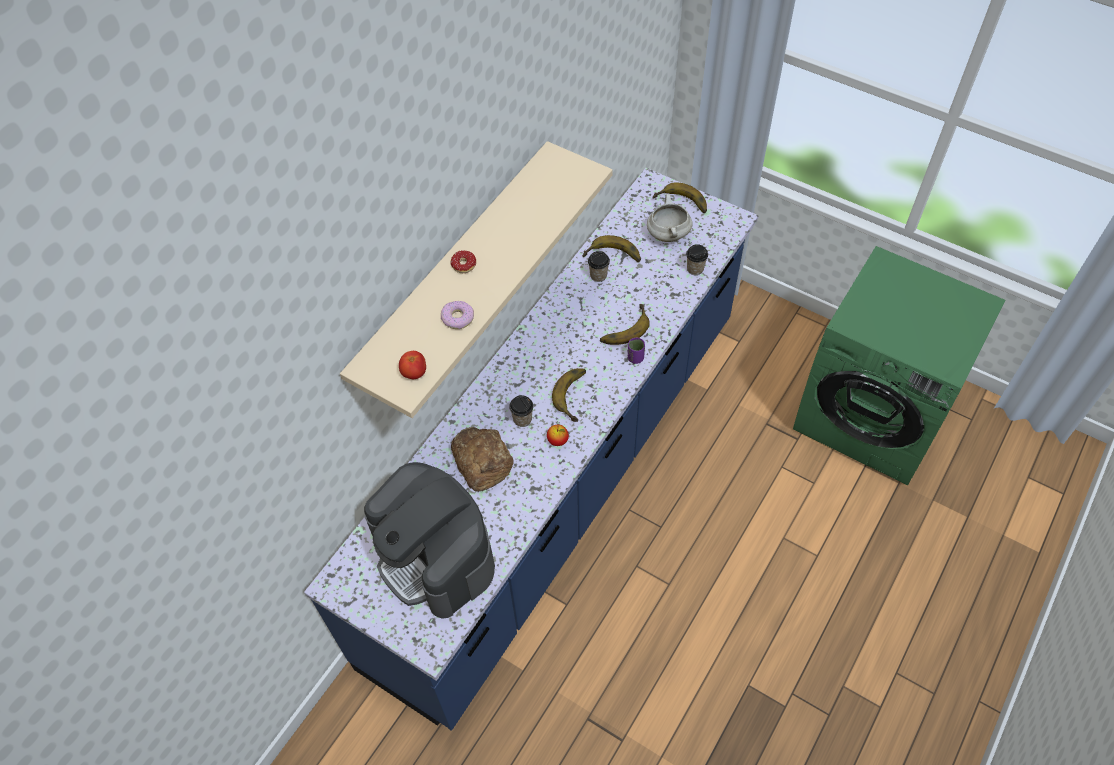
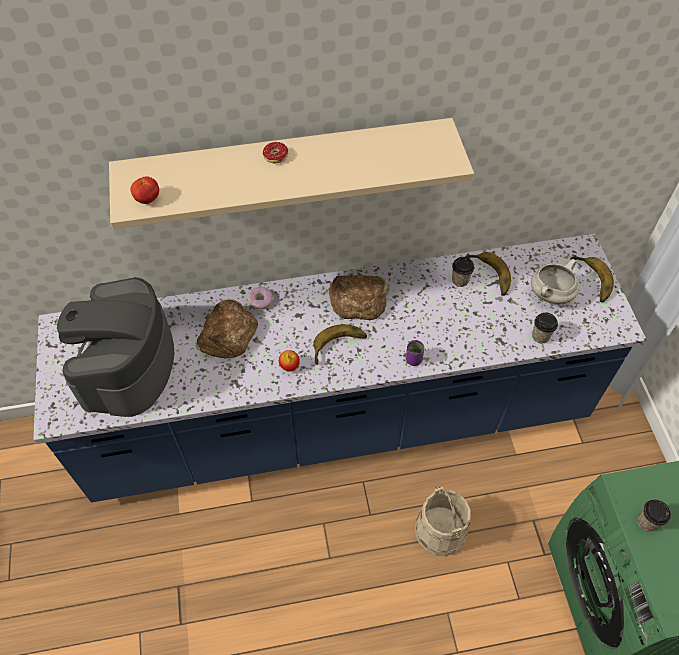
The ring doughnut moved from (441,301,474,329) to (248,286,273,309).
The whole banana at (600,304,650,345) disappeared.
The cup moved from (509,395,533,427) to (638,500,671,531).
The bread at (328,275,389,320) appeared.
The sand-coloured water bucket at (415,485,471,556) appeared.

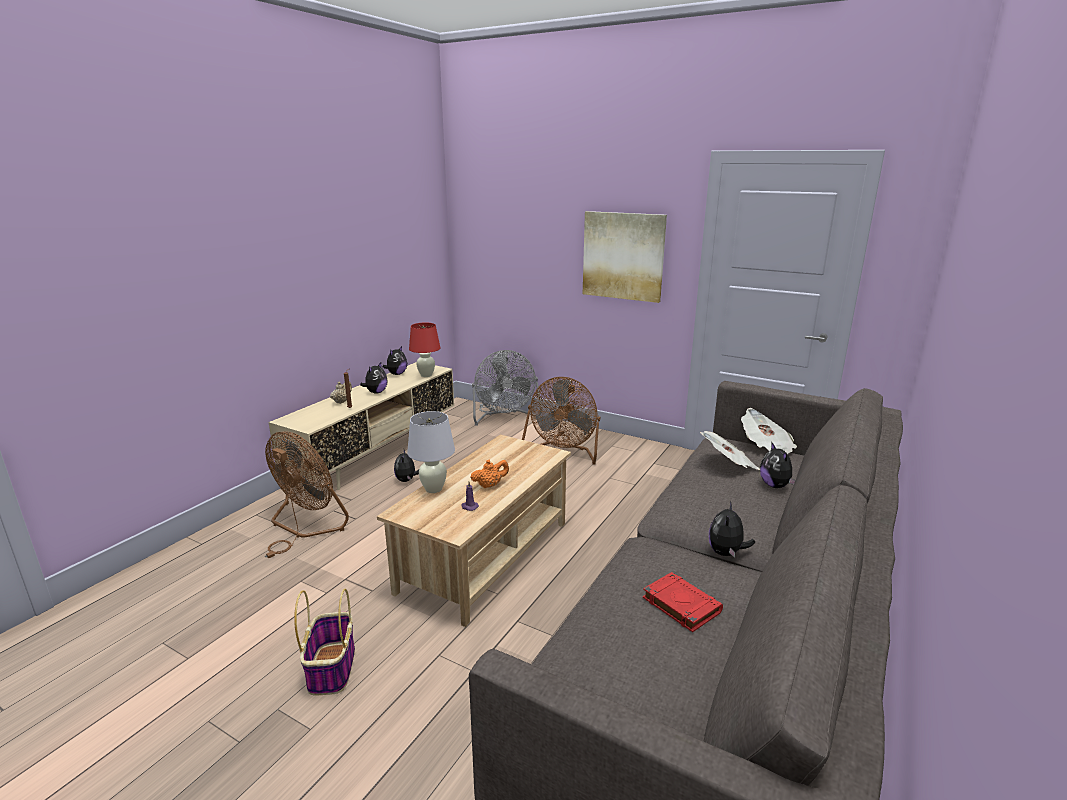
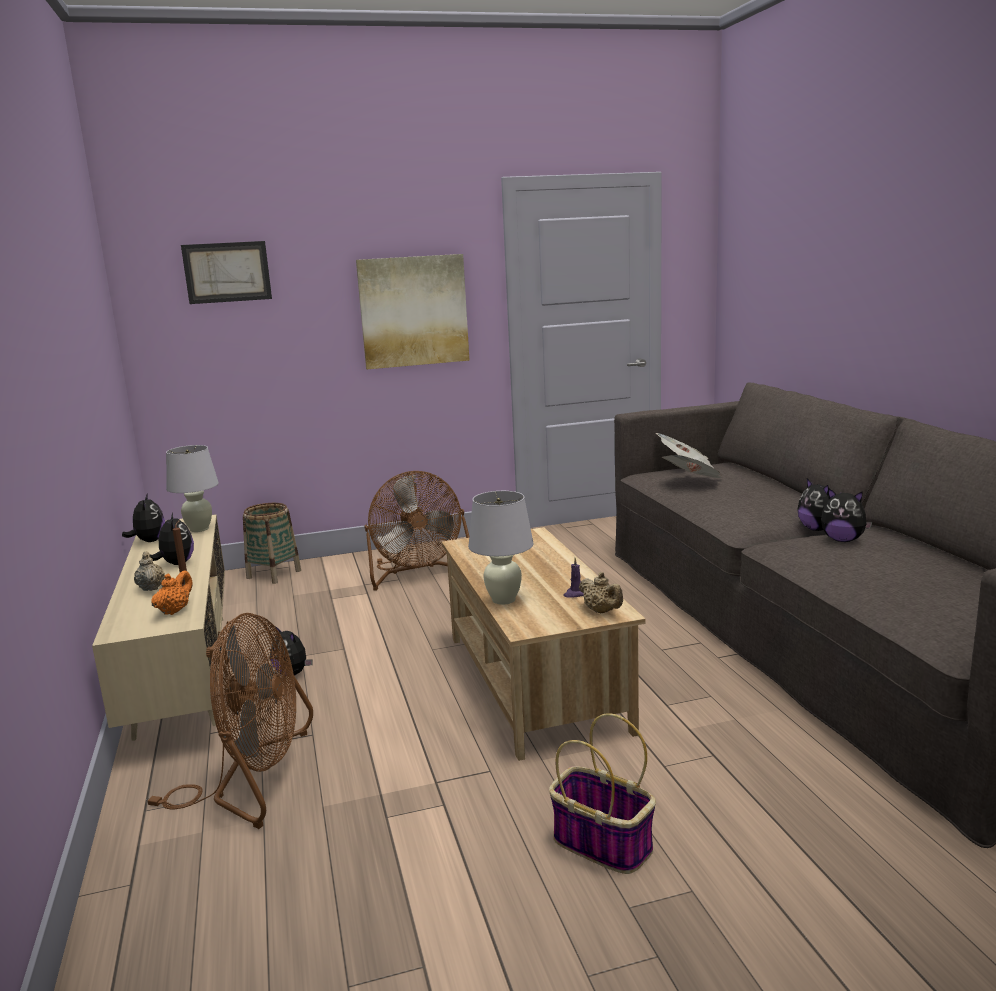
The red table lamp at (409,323,441,377) became the white table lamp at (166,445,219,532).
The grey fan at (472,350,542,426) was replaced by the storage basket at (243,503,301,584).
The brownish fan at (265,431,349,558) turned 105 degrees clockwise.
The plush toy moved from (760,443,796,488) to (821,488,872,542).
The orange pot for tea moved from (471,460,509,488) to (151,570,193,615).
The red book at (643,572,723,632) disappeared.
The wall picture at (181,241,272,304) appeared.
The sand-coloured pot for tea at (579,572,623,613) appeared.

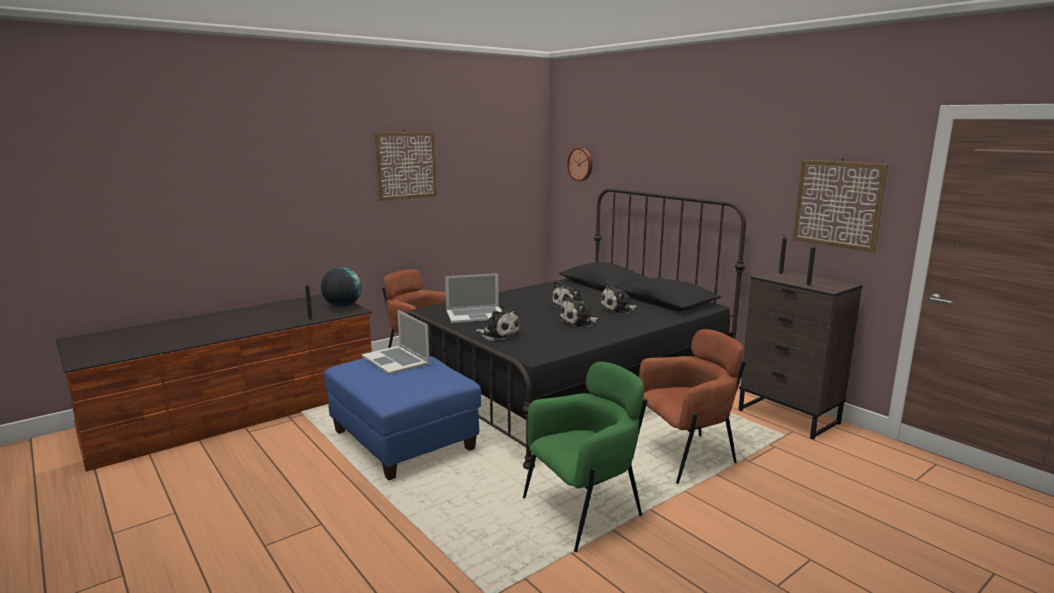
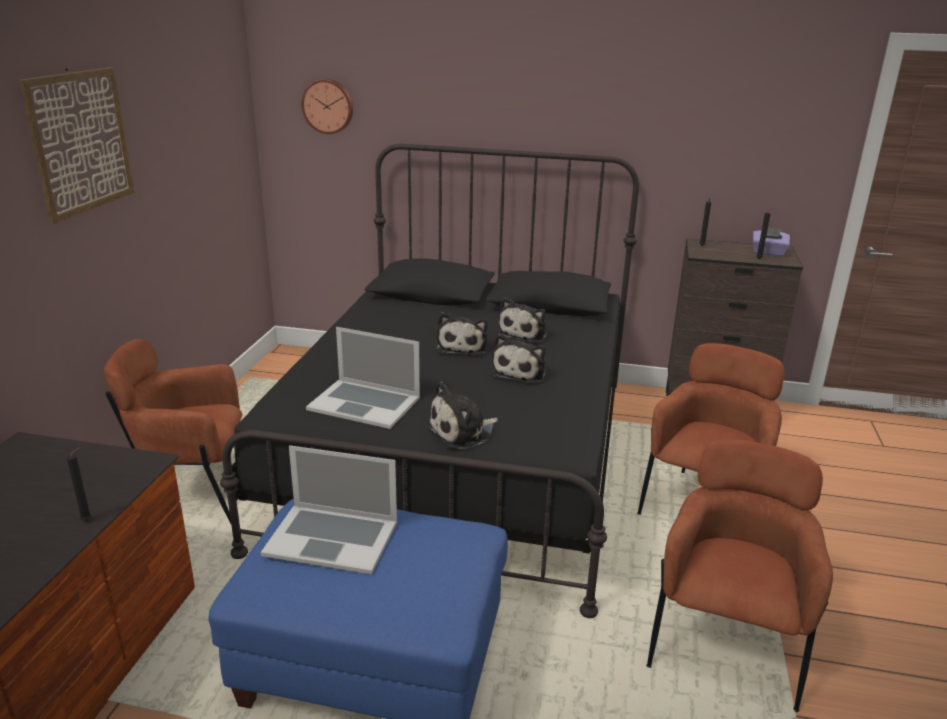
The wall picture at (793,159,888,253) disappeared.
The world globe at (321,268,362,307) disappeared.
The laptop at (445,273,502,323) turned 75 degrees clockwise.
The plush toy at (475,307,521,342) turned 150 degrees clockwise.
The green-coloured easy chair at (522,362,648,552) became the brownish easy chair at (646,439,833,712).
The purplish tissue holder at (753,228,790,257) appeared.

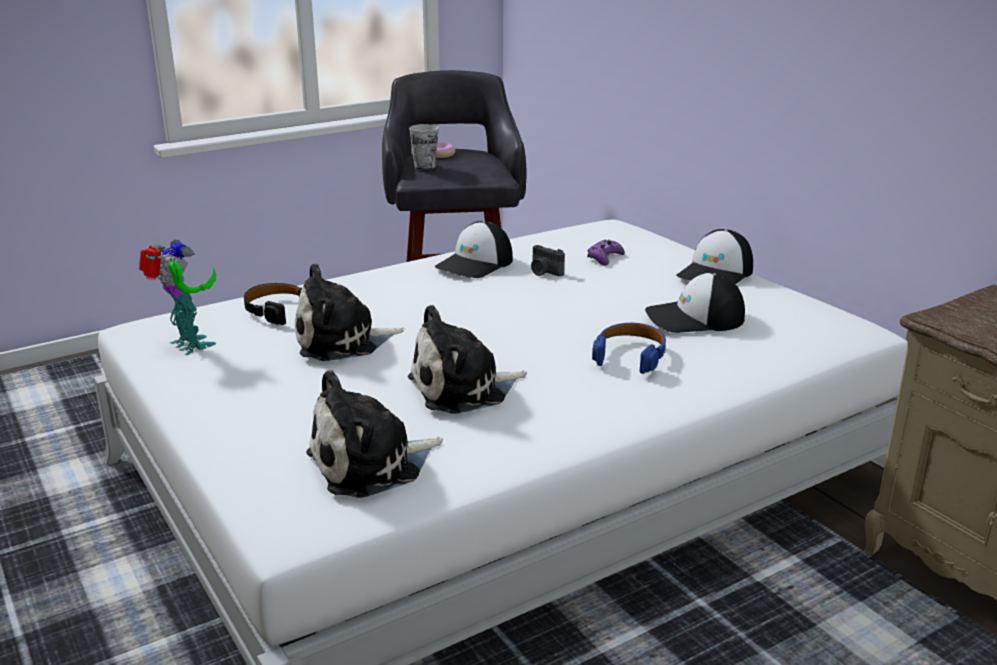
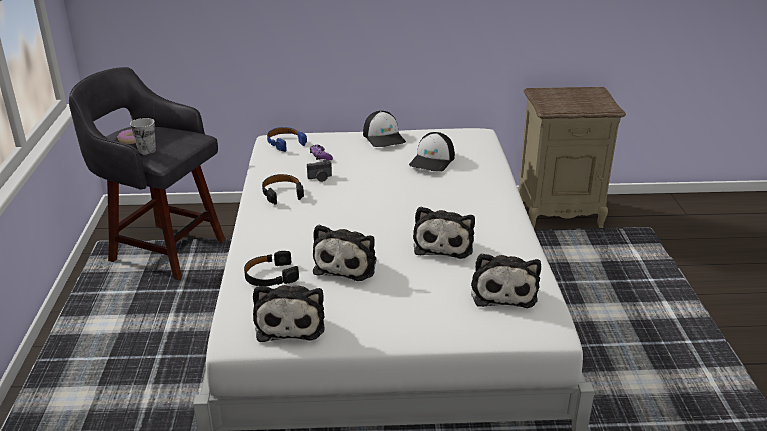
The cap at (435,221,513,278) was replaced by the blackish headset at (262,174,304,204).
The toy robot at (139,240,216,355) was replaced by the plush toy at (253,285,325,342).
The blue-coloured headset moved from (592,323,666,374) to (267,127,307,152).

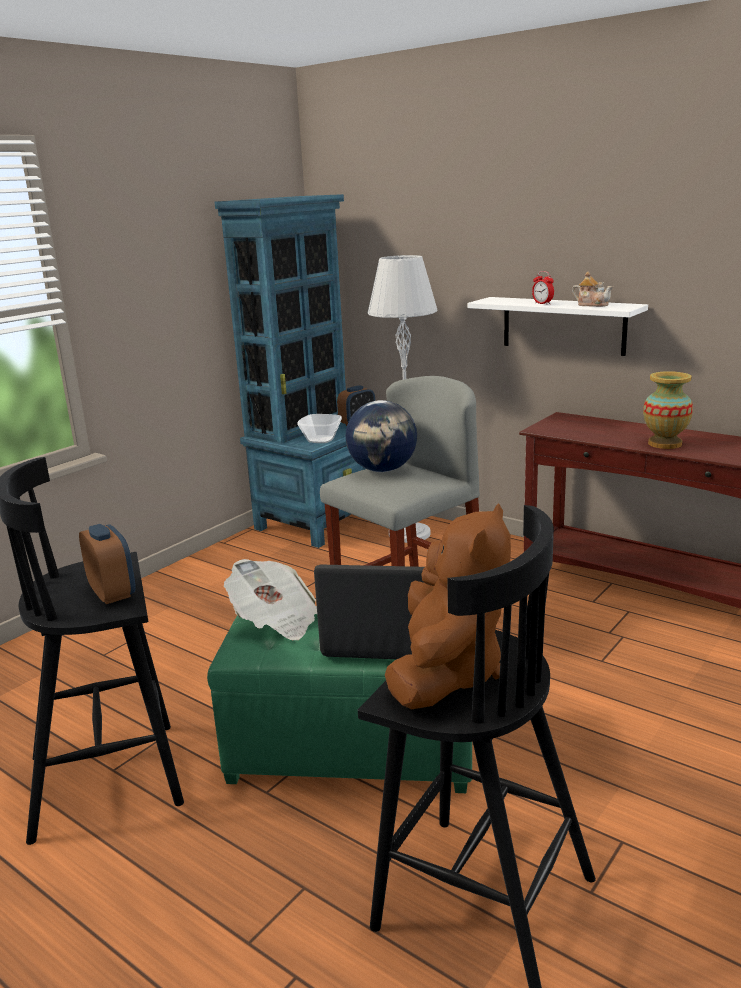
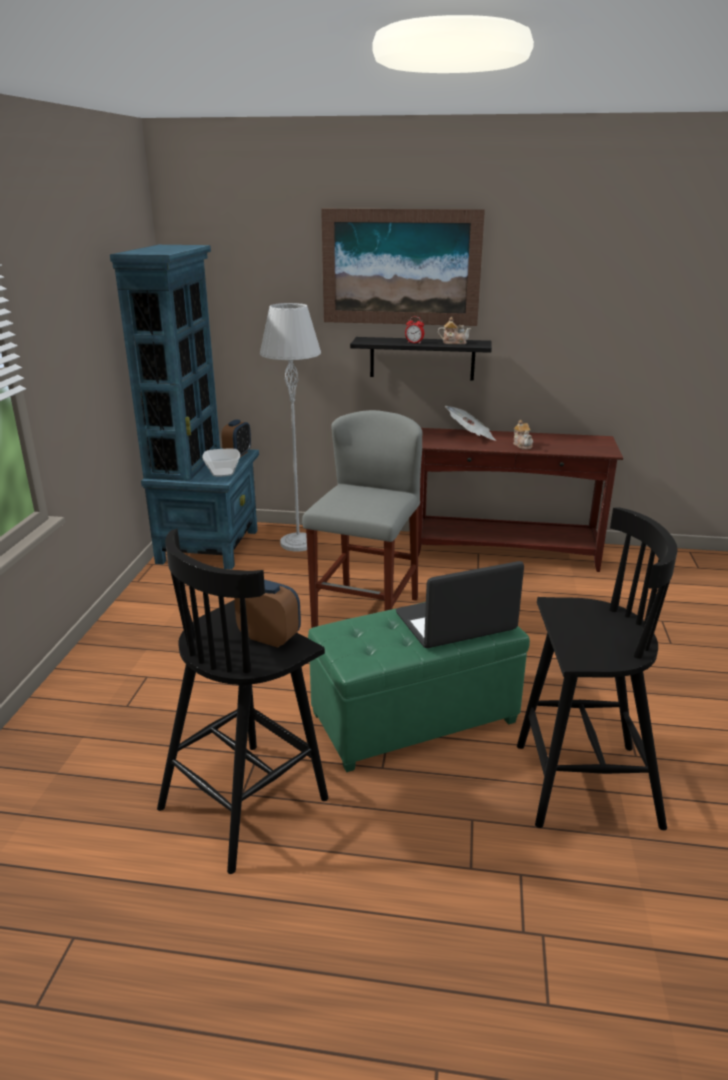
The white shelf at (468,297,648,356) became the blackish shelf at (350,337,492,381).
The flower vase at (643,371,693,449) was replaced by the pot for tea at (513,420,533,449).
The world globe at (346,400,417,472) disappeared.
The brownish plush toy at (385,503,511,709) disappeared.
The daily paper moved from (224,559,317,640) to (445,406,496,441).
The wall picture at (321,209,485,326) appeared.

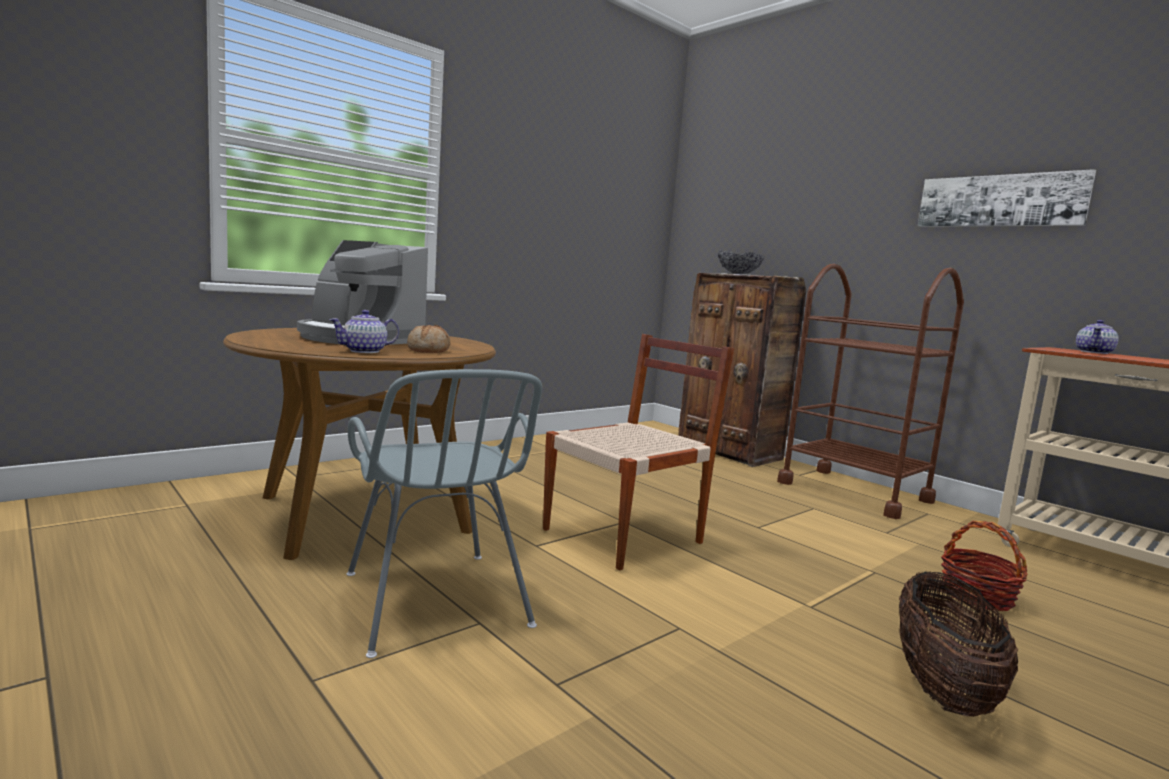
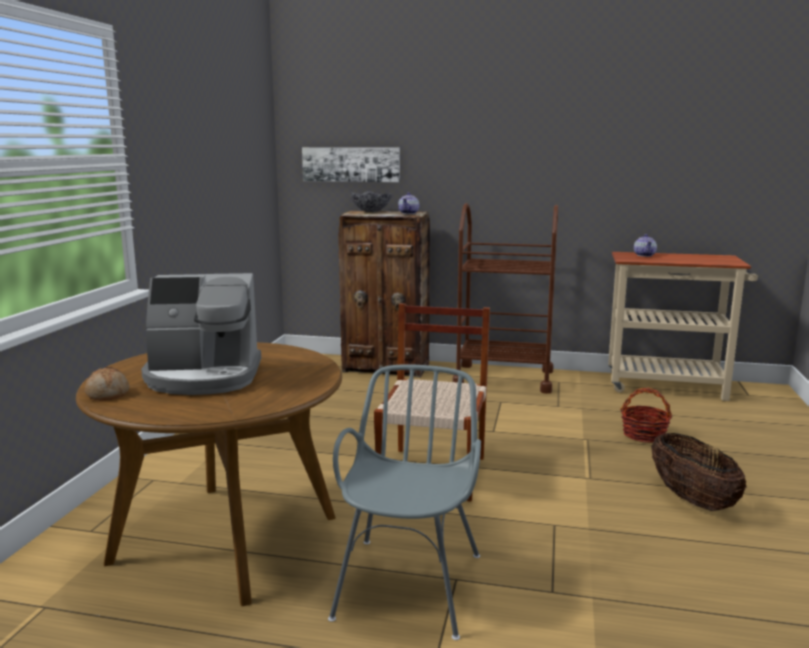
The wall picture moved from (918,169,1096,227) to (302,147,400,182).
The pot for tea moved from (329,310,399,353) to (398,192,419,214).
The bread moved from (407,325,450,353) to (85,367,130,401).
The grey chair at (346,369,542,658) turned 105 degrees counterclockwise.

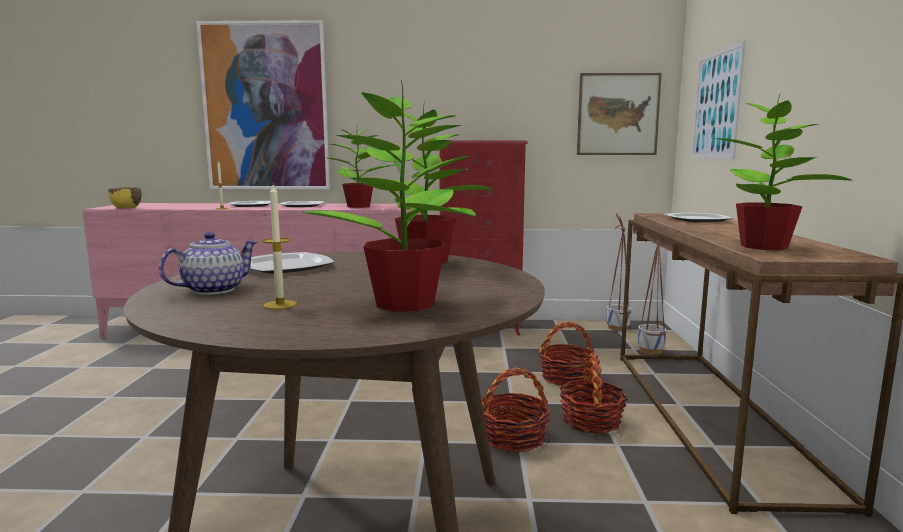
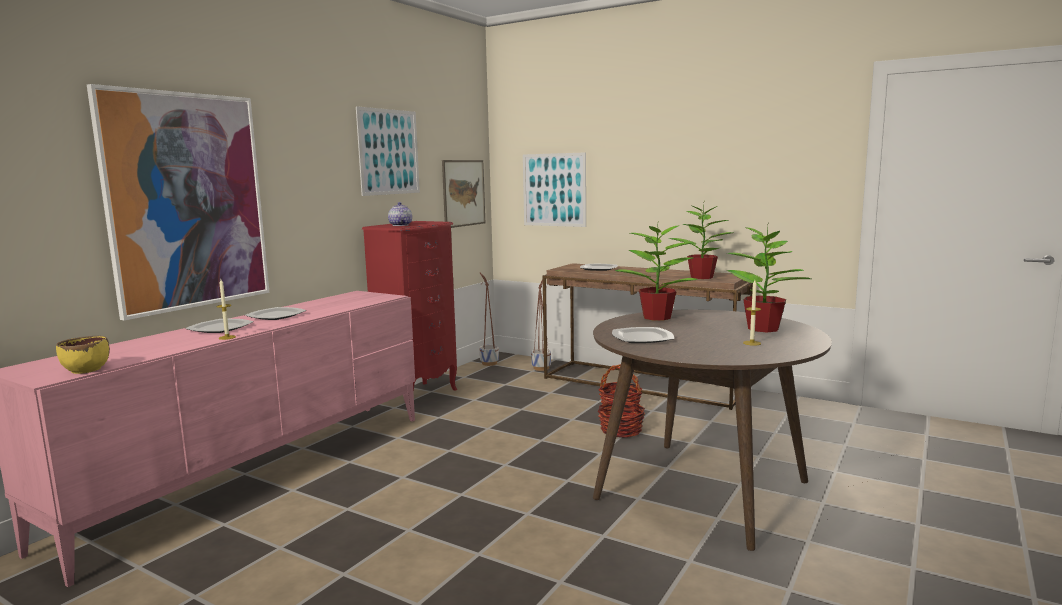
The houseplant at (328,125,394,208) disappeared.
The pot for tea moved from (159,232,257,295) to (388,202,412,226).
The storage basket at (539,321,595,386) disappeared.
The wall picture at (356,106,420,196) appeared.

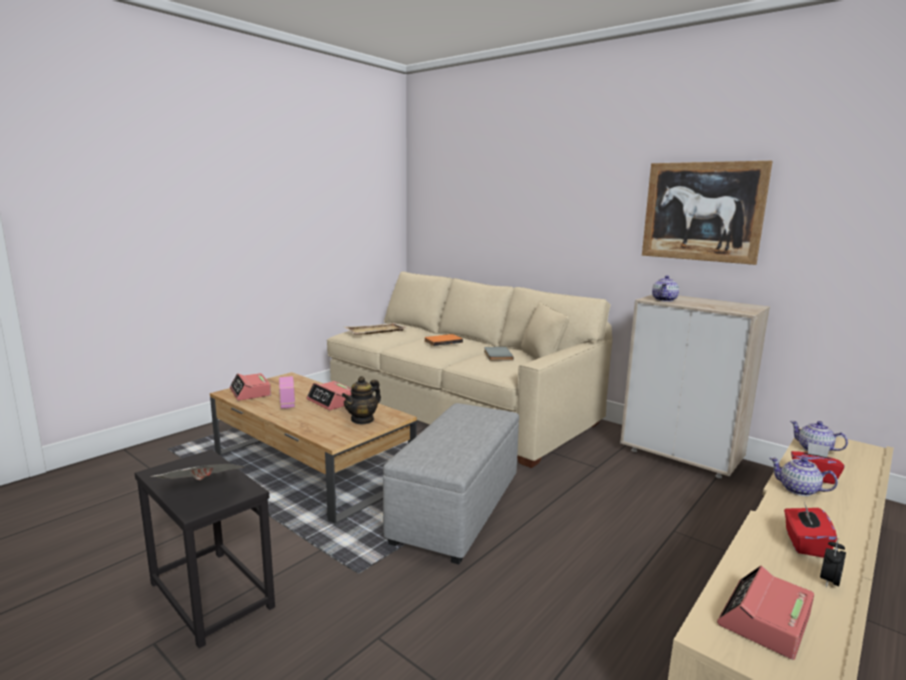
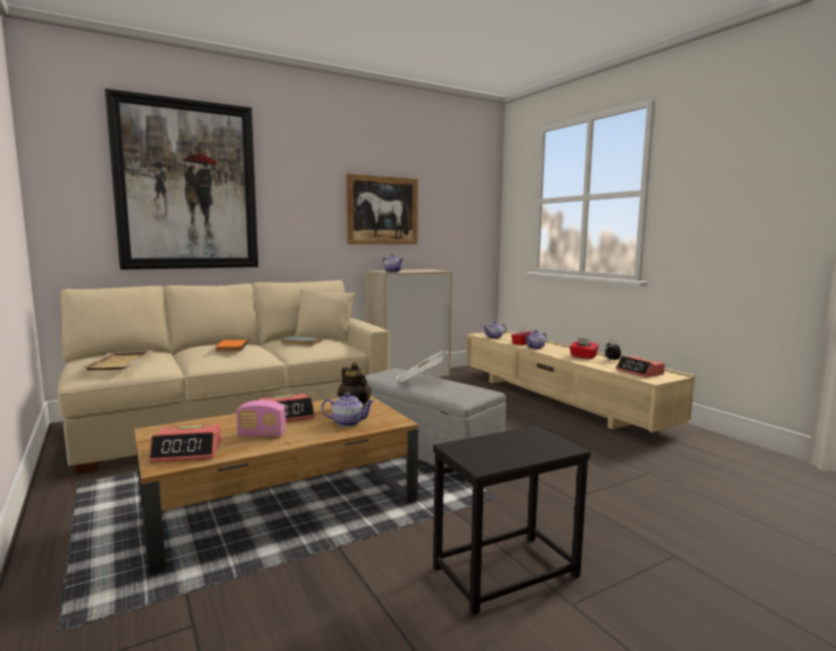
The daily paper moved from (150,464,244,480) to (395,350,449,382).
The wall picture at (105,89,258,270) appeared.
The pot for tea at (321,393,374,427) appeared.

